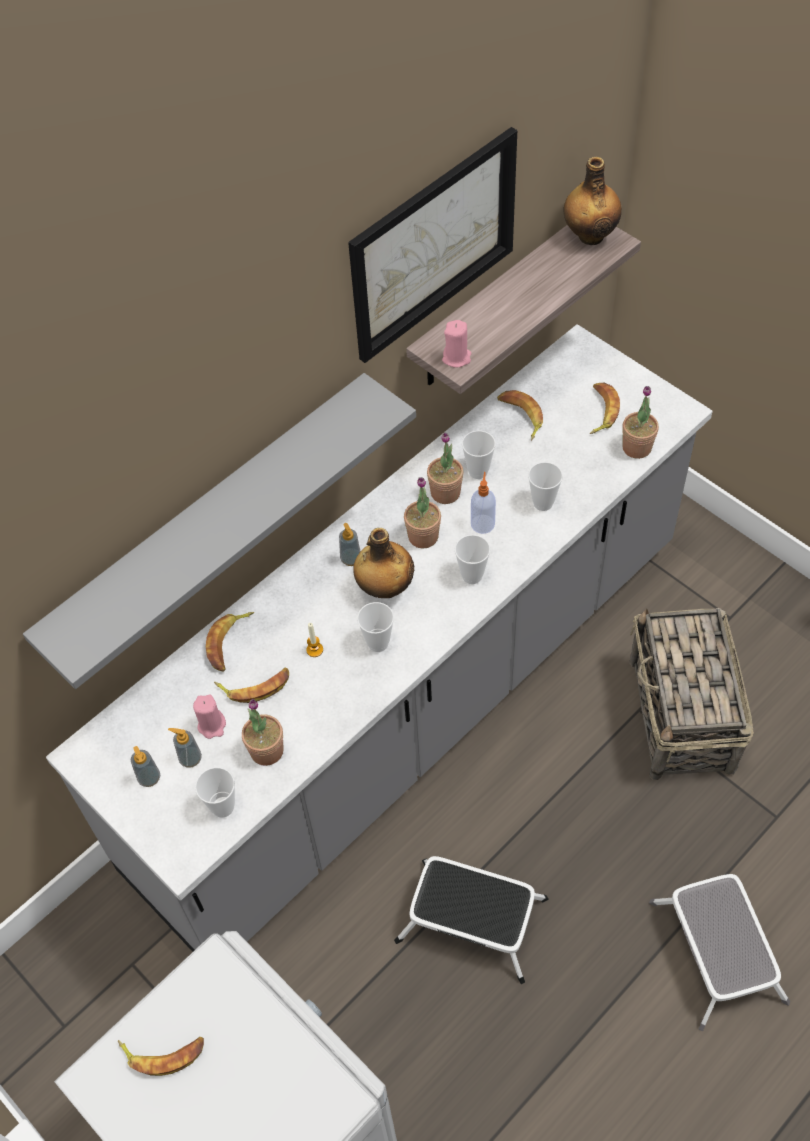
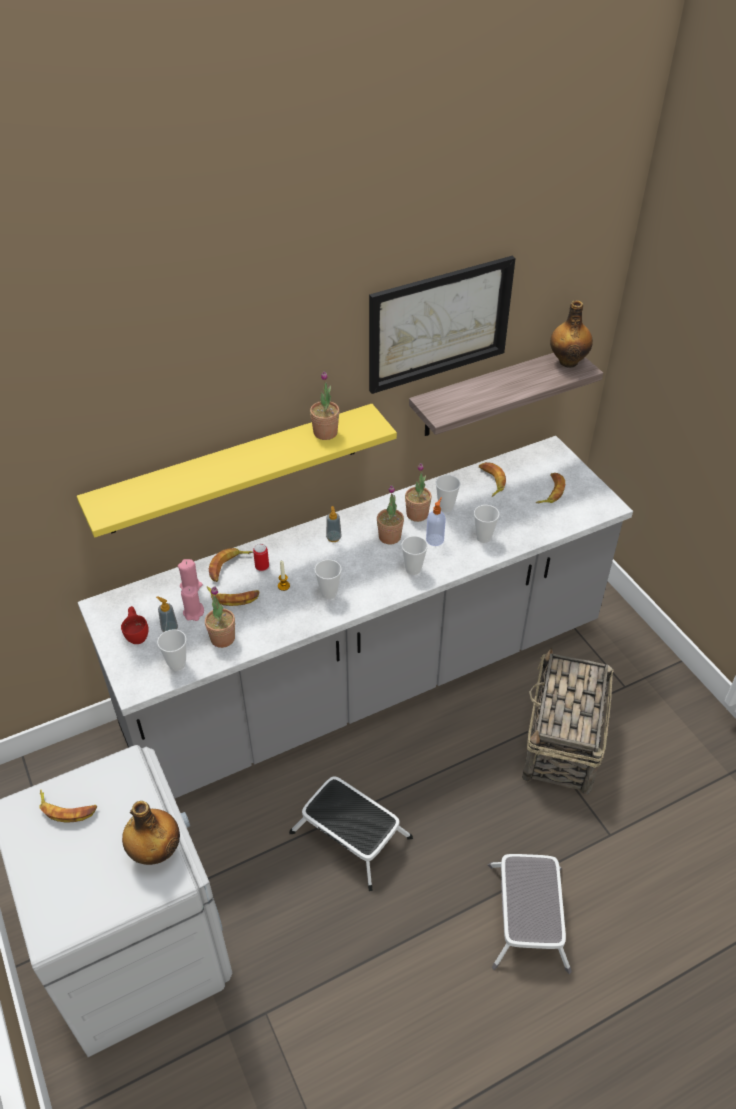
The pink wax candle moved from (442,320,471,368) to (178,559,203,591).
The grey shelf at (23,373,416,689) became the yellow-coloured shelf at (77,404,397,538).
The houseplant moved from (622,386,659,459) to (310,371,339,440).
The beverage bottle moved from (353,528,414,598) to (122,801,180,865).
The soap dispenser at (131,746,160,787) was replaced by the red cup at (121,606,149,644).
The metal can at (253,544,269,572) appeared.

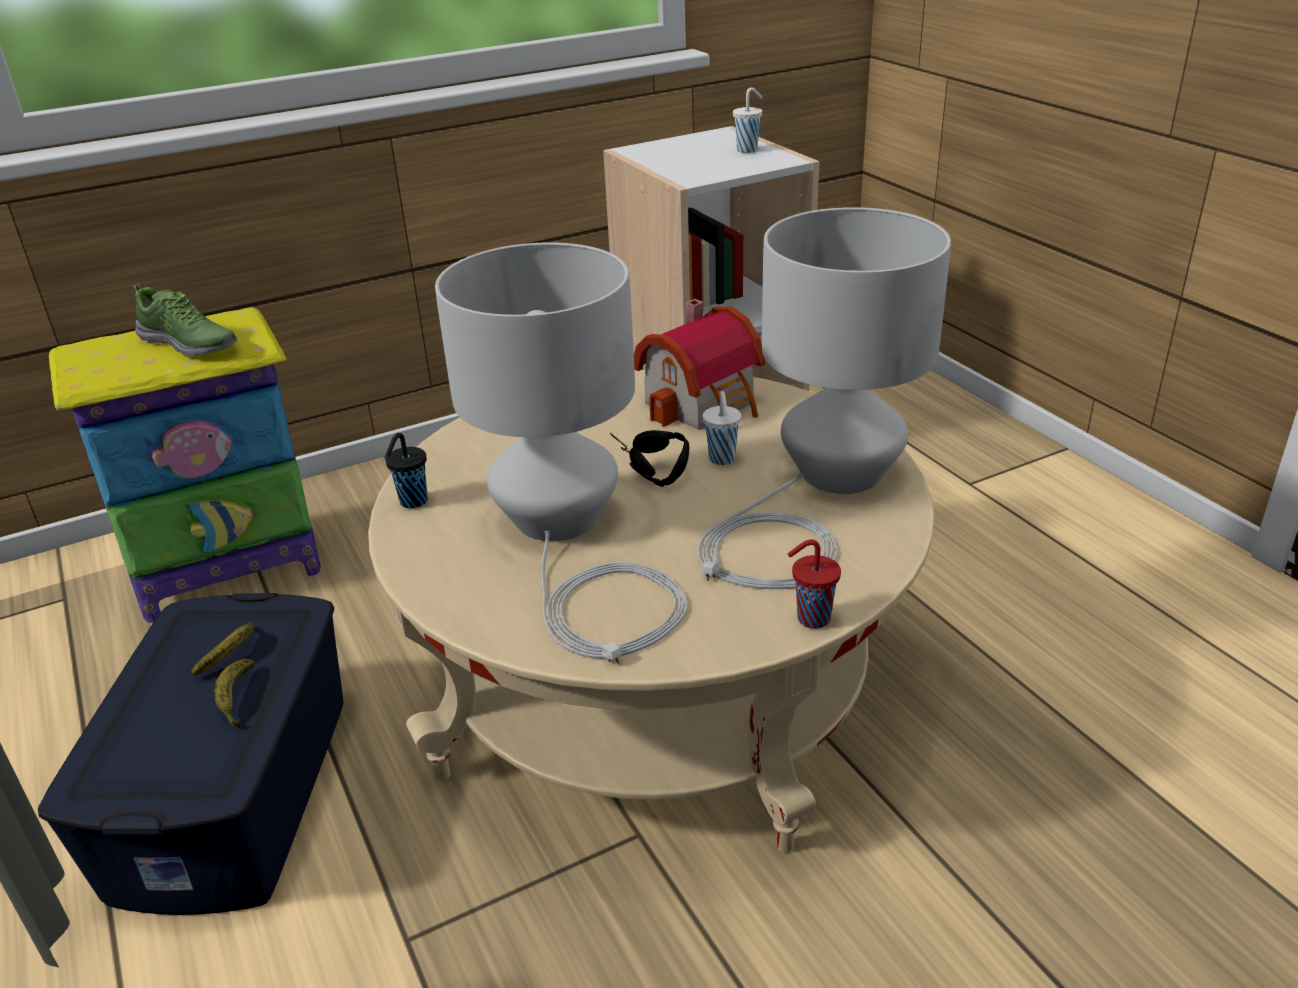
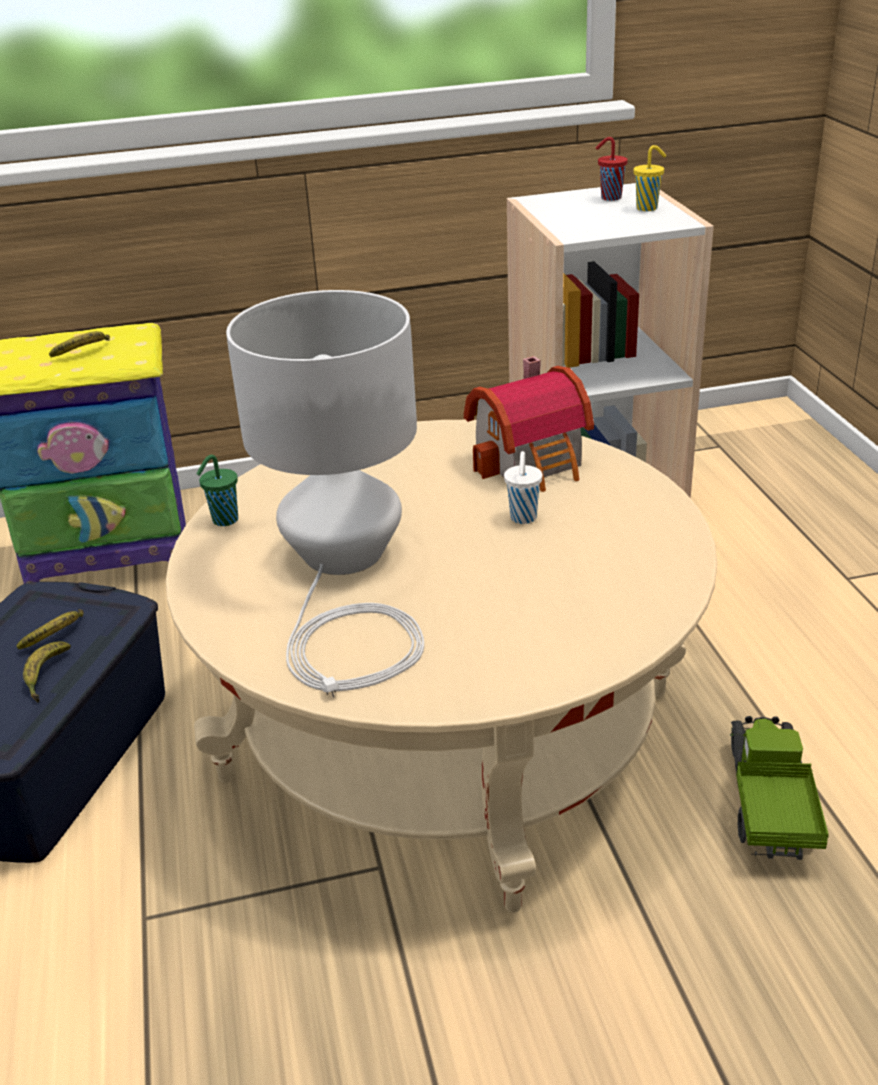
The white cup at (733,87,762,153) became the yellow-coloured cup at (634,145,666,211).
The grey table lamp at (697,207,951,589) disappeared.
The low shoe at (134,283,237,357) was replaced by the whole banana at (49,331,110,357).
The blackish headset at (610,430,689,487) disappeared.
The blackish cup at (385,433,428,508) became the green-coloured cup at (196,455,238,526).
The red cup moved from (788,539,841,629) to (596,137,628,201).
The model truck at (730,716,829,860) appeared.

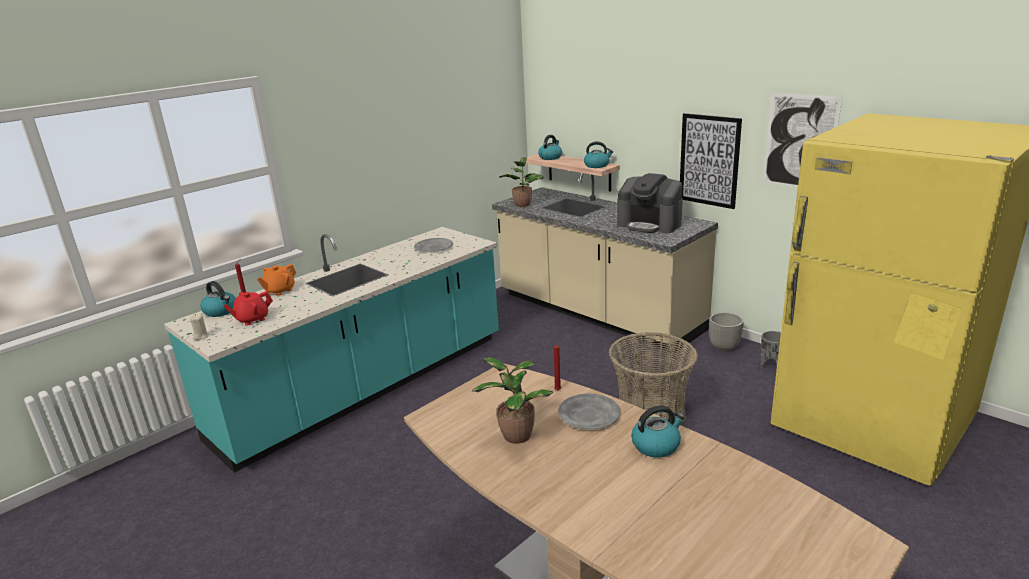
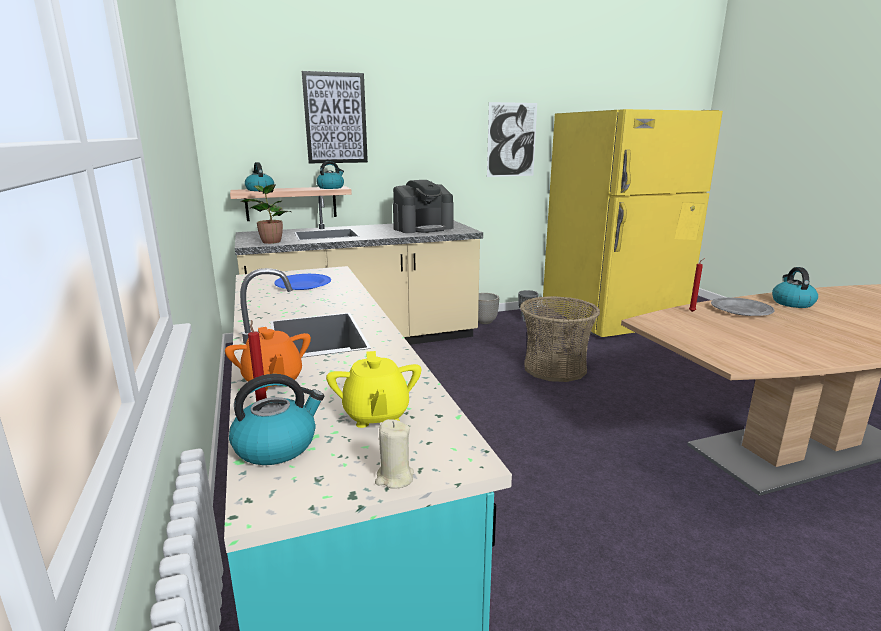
The wall picture moved from (680,113,742,209) to (302,71,368,163).
The grey dinner plate at (414,238,453,252) became the blue-coloured dinner plate at (274,274,331,290).
The red pot for tea at (224,291,273,326) became the yellow-coloured pot for tea at (326,351,421,428).
The houseplant at (472,357,553,444) disappeared.

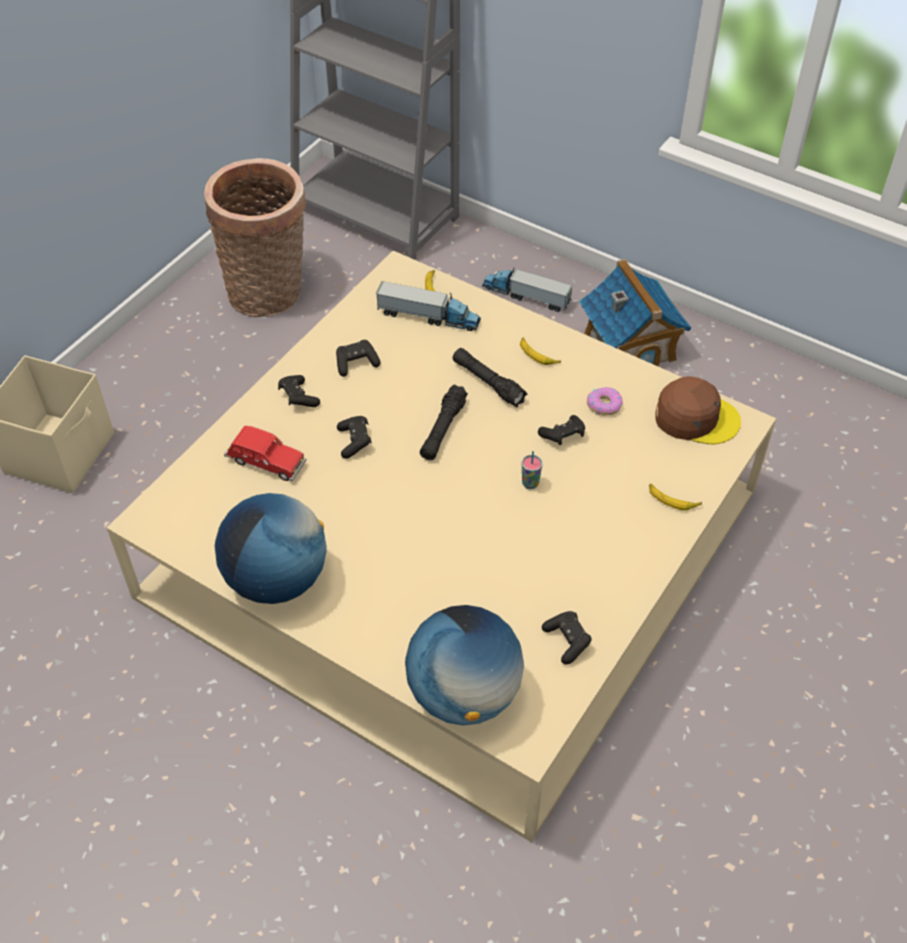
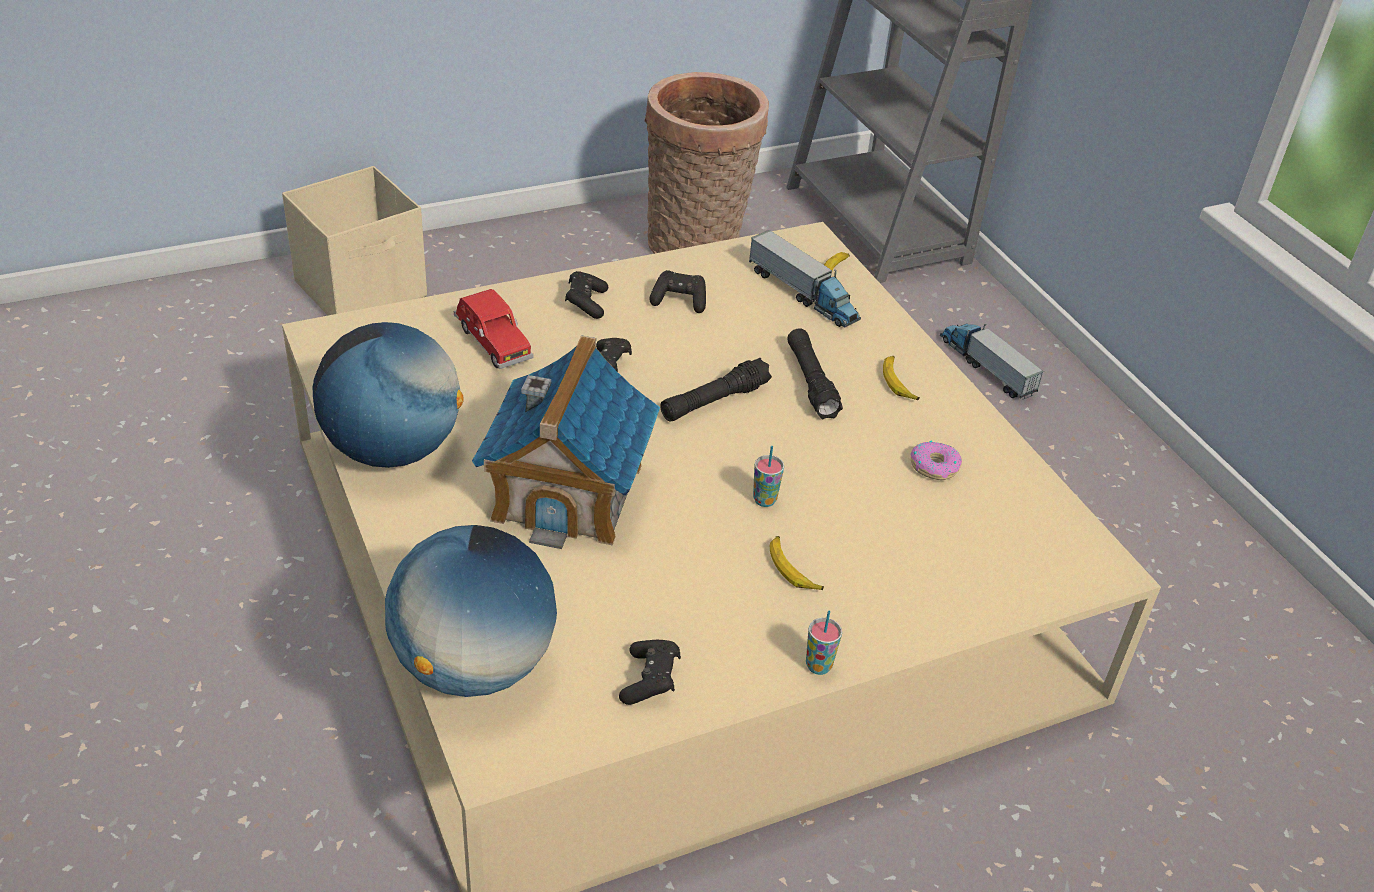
The toy house moved from (579,259,692,366) to (472,335,660,549).
The brownish cap at (655,376,741,444) disappeared.
The blackish joypad at (538,415,585,445) disappeared.
The whole banana moved from (649,484,702,511) to (770,536,824,590).
The cup at (806,611,842,675) appeared.

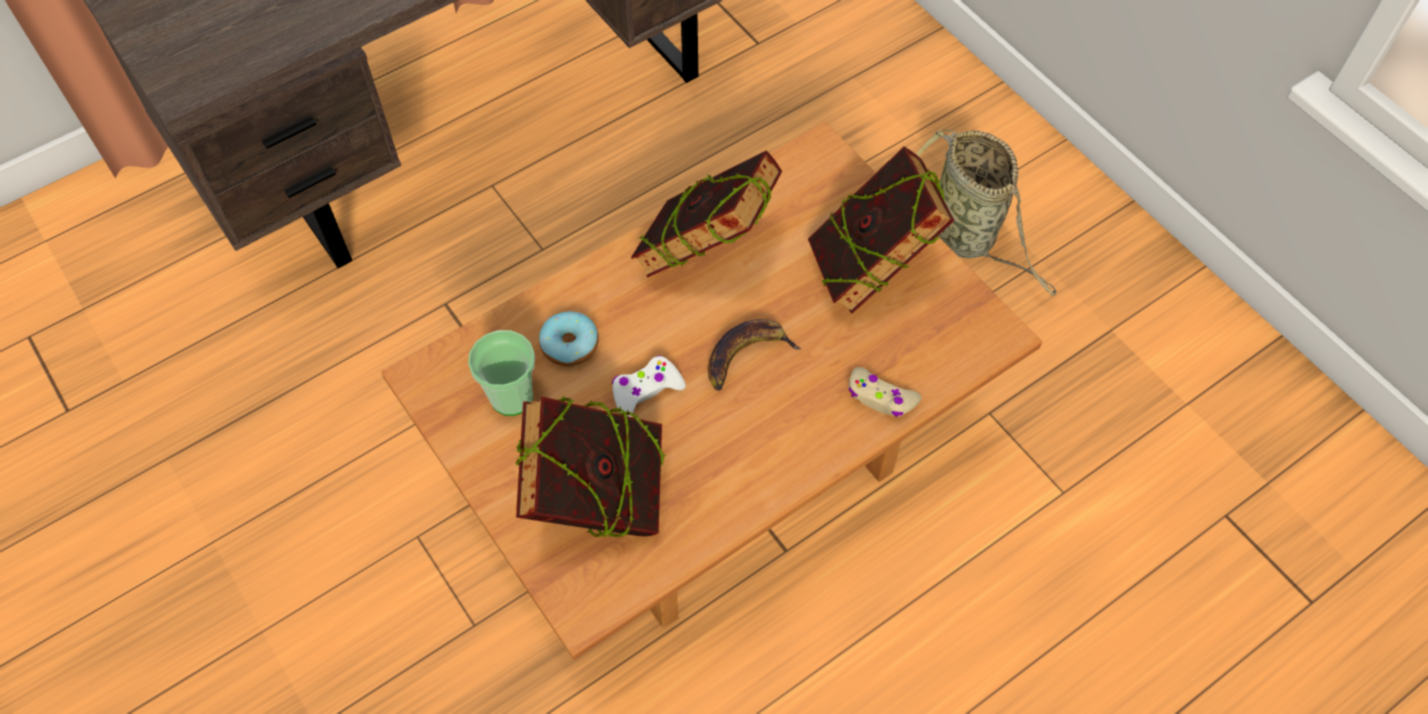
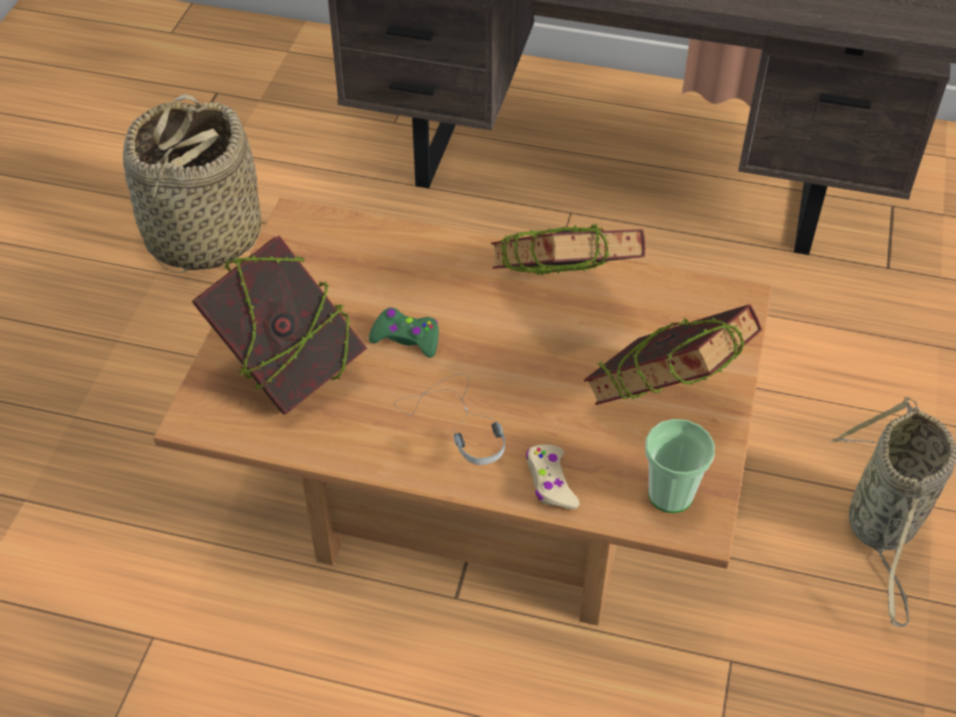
The ring doughnut at (539,311,599,366) disappeared.
The whole banana at (708,319,801,391) disappeared.
The cup moved from (468,330,535,416) to (645,419,715,513).
The white joypad at (612,356,686,417) became the green-coloured joypad at (369,307,439,358).
The storage basket at (123,94,261,273) appeared.
The headset at (394,374,505,465) appeared.

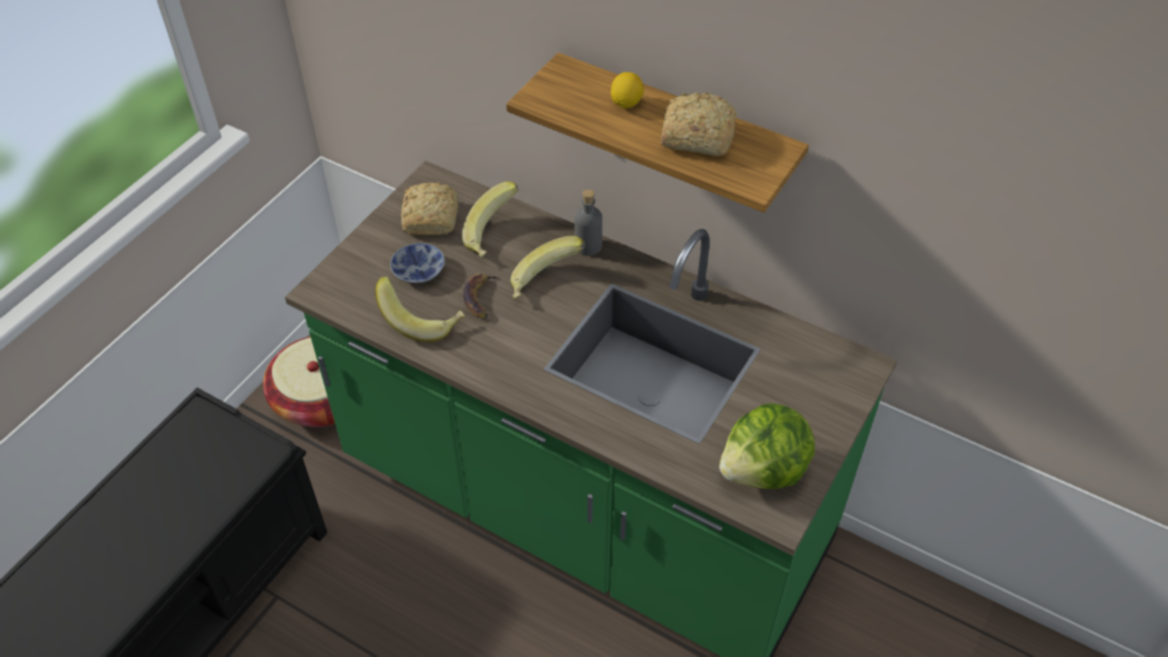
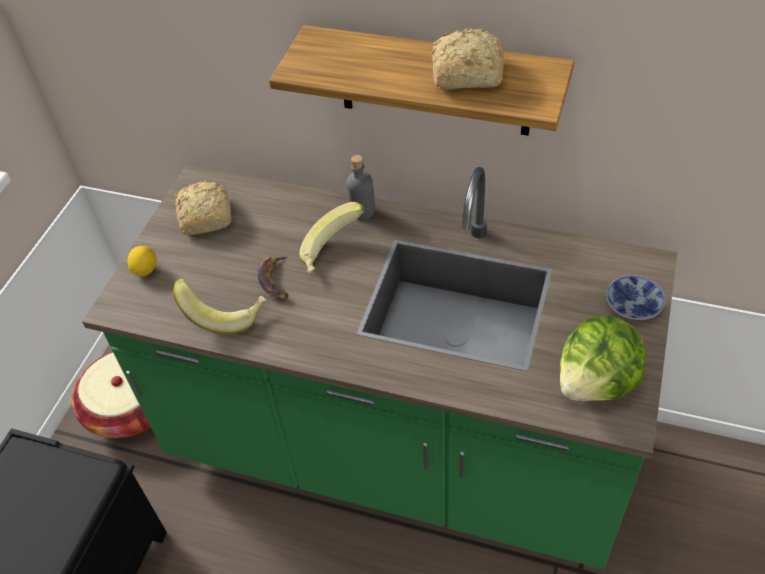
The citrus fruit moved from (611,72,644,109) to (128,246,157,276).
The whole banana at (462,182,519,258) disappeared.
The serving bowl moved from (390,243,445,283) to (606,275,666,320).

